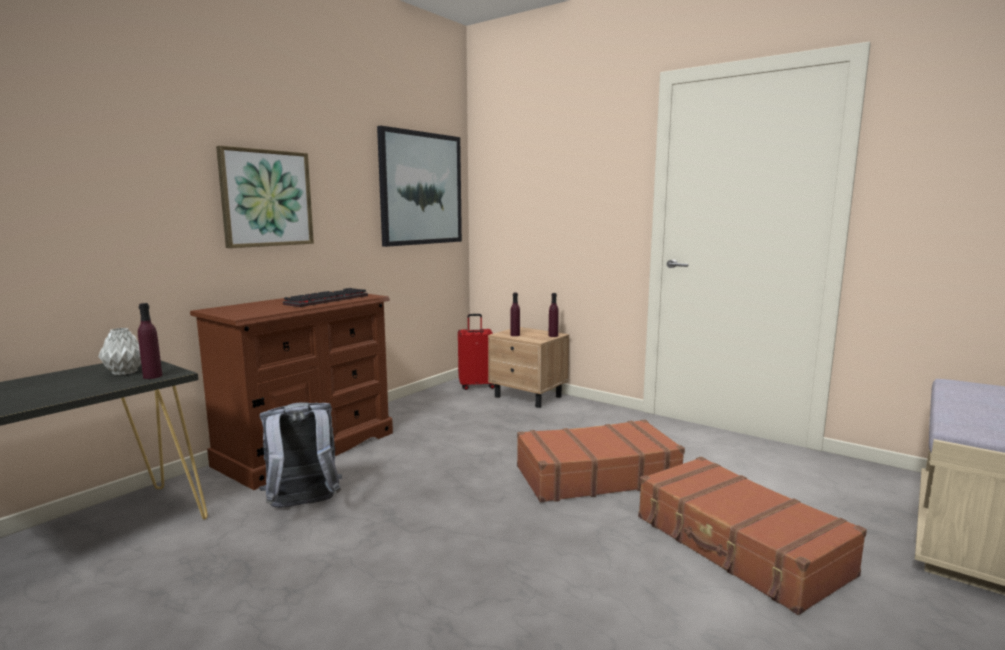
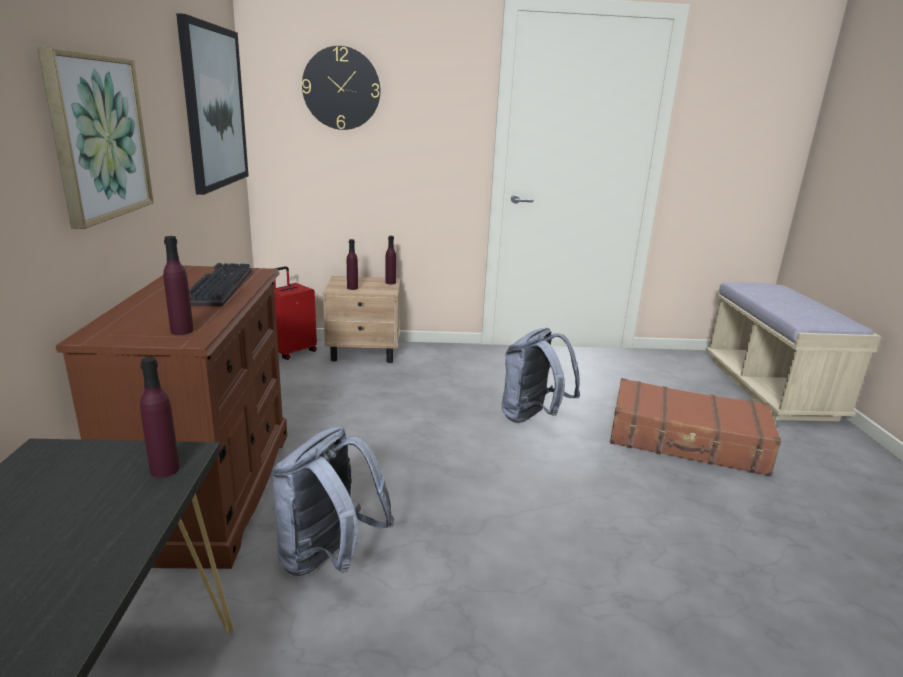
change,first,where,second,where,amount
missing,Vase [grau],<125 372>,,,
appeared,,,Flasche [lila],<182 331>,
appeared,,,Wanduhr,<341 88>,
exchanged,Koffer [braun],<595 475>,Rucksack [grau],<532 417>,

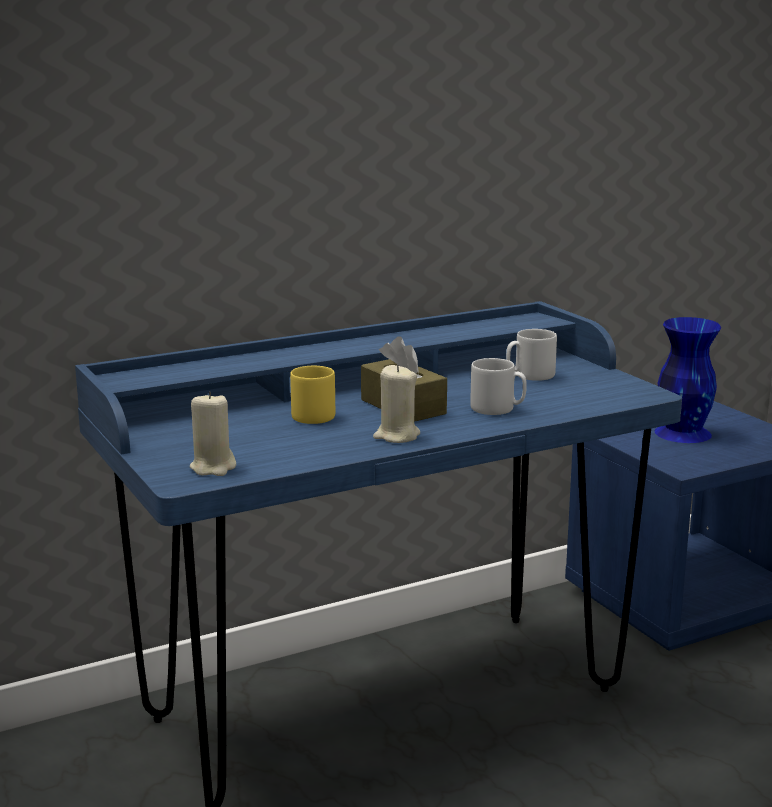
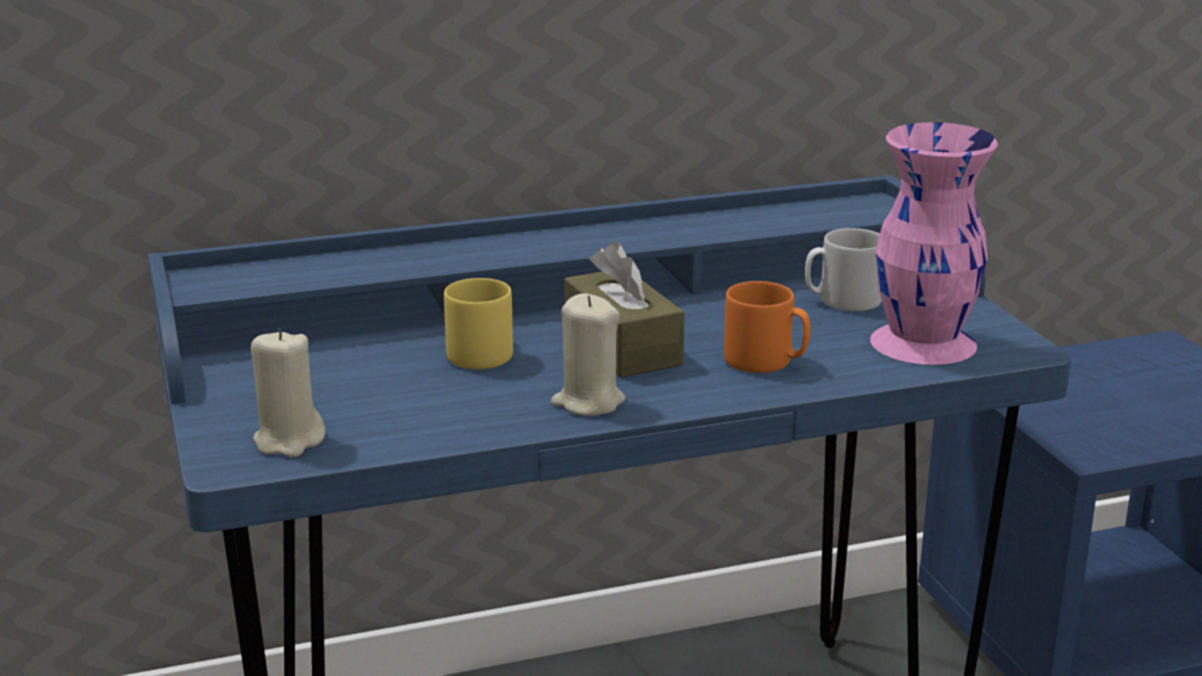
change,first,where,second,where,amount
missing,Vase [blau],<682 432>,,,
appeared,,,Vase [rosa],<924 343>,
colour,Henkelbecher [grau],<497 409>,Henkelbecher [orange],<766 362>,

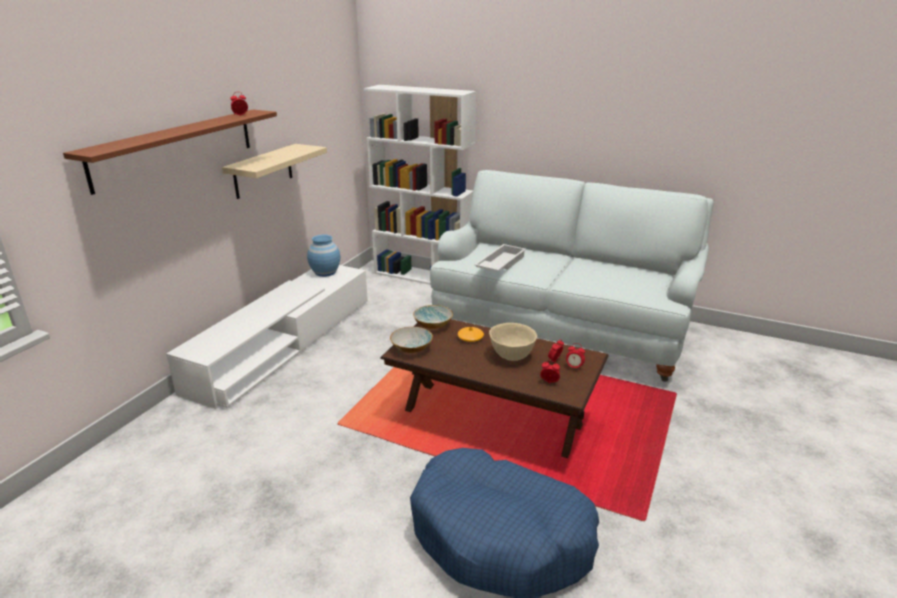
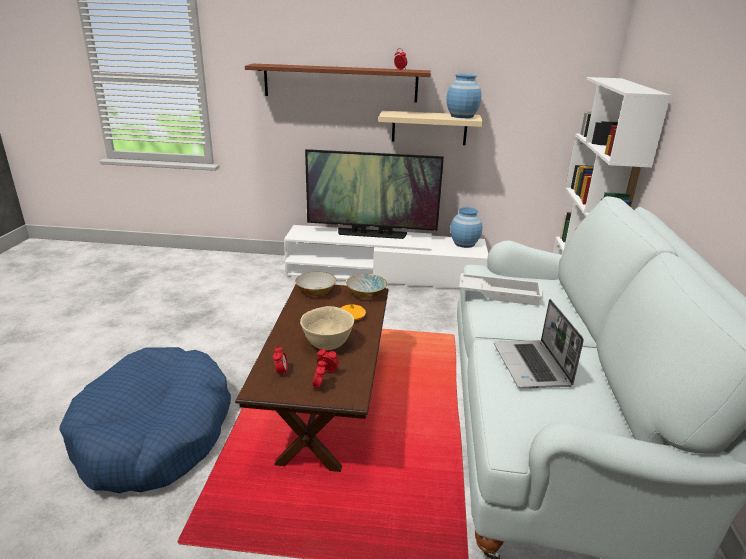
change,first,where,second,where,amount
appeared,,,Fernseher,<371 234>,
appeared,,,Vase [blau],<462 116>,
appeared,,,Laptop,<532 366>,

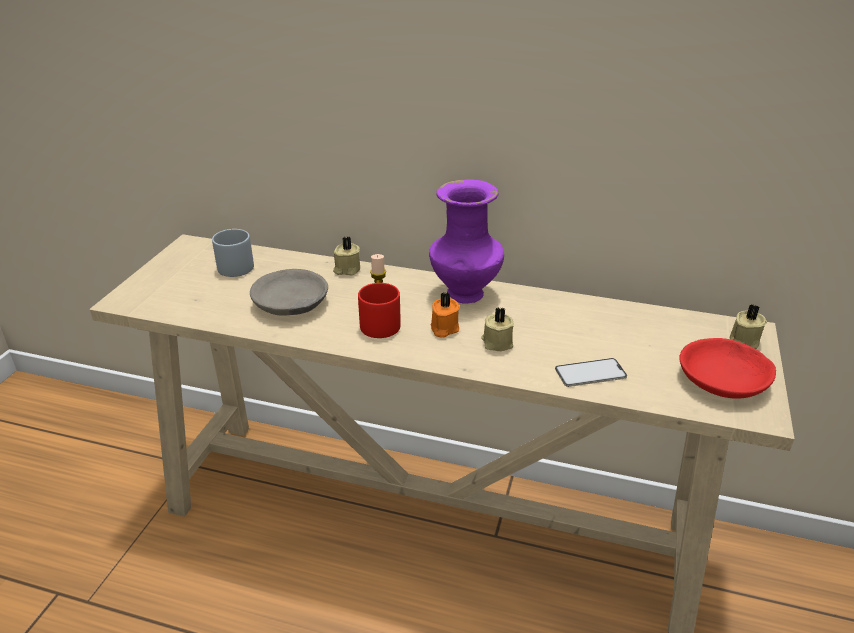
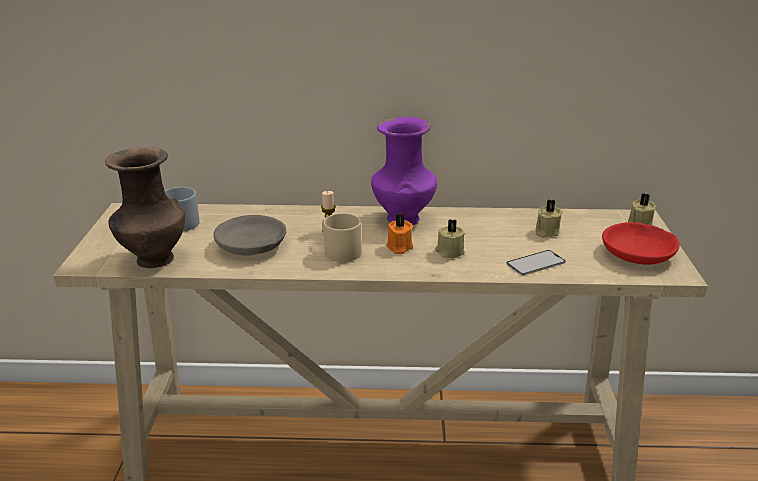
change,first,where,second,where,amount
appeared,,,Vase [braun],<153 260>,
relocated,Kerze [beige],<347 269>,,<546 232>,
colour,Henkelbecher [rot],<376 323>,Henkelbecher [beige],<338 251>,

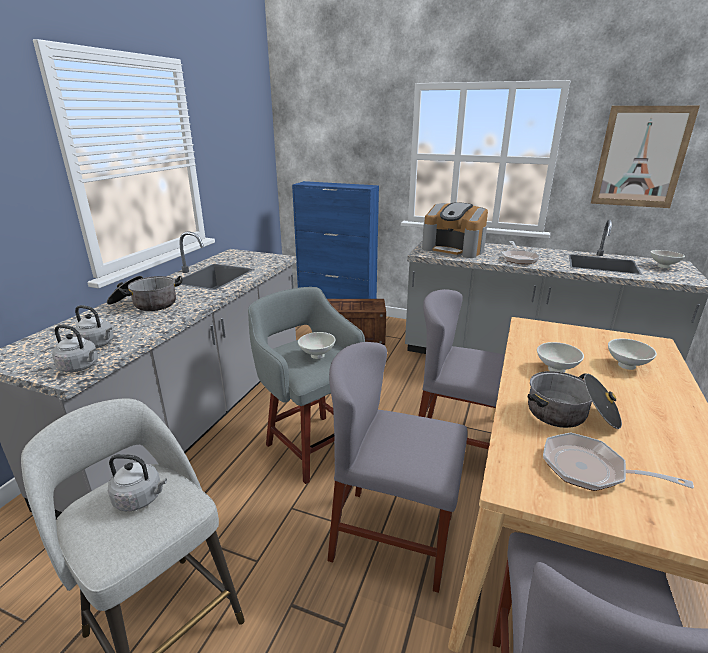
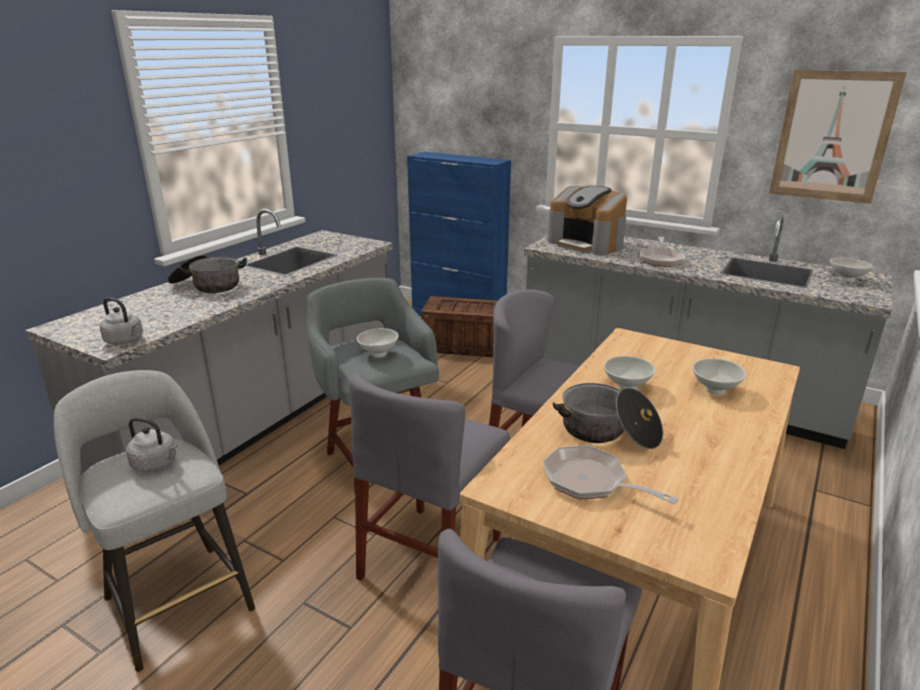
change,first,where,second,where,amount
missing,Wasserkessel [grau],<98 344>,,,
spun,Stuhl [grau],<393 537>,,<431 557>,90 degrees counterclockwise

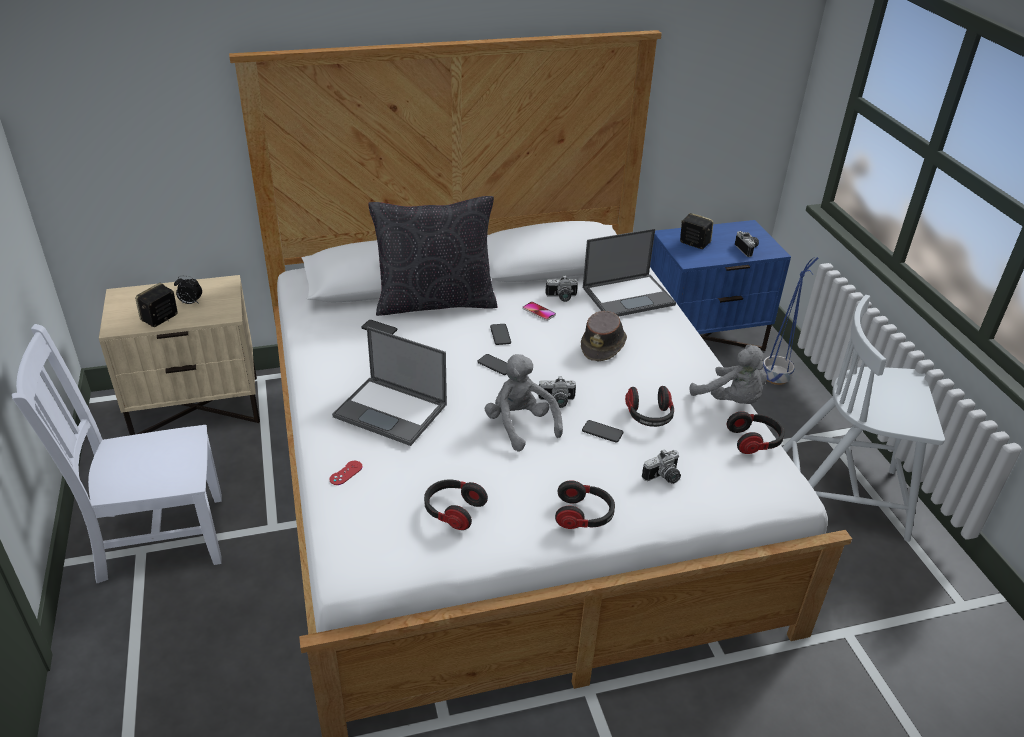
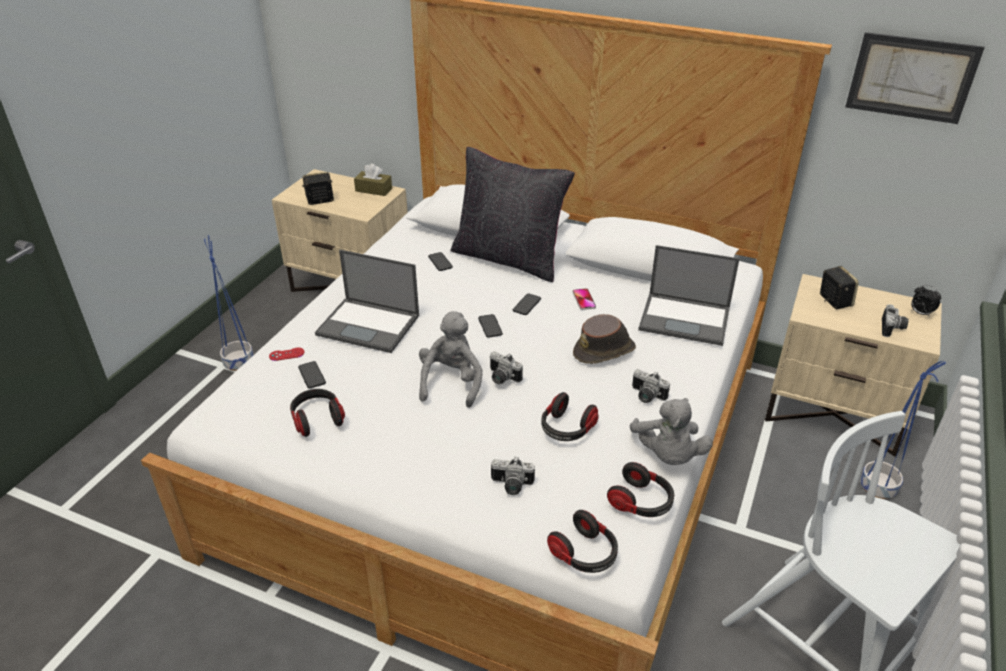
change,first,where,second,where,amount
appeared,,,Taschentuchbox [braun],<373 190>,
appeared,,,Bild,<911 77>,
relocated,Wecker,<190 303>,,<920 313>,
relocated,Kamera,<561 298>,,<646 396>,
relocated,Kopfhörer,<584 516>,,<584 554>,
relocated,Handy,<602 432>,,<312 375>,
exchanged,Stuhl [weiß],<156 537>,Pflanzkübel [blau],<238 362>,
colour,Nachttisch [blau],<702 337>,Nachttisch [beige],<834 413>,
spun,Laptop,<392 411>,,<369 325>,45 degrees counterclockwise

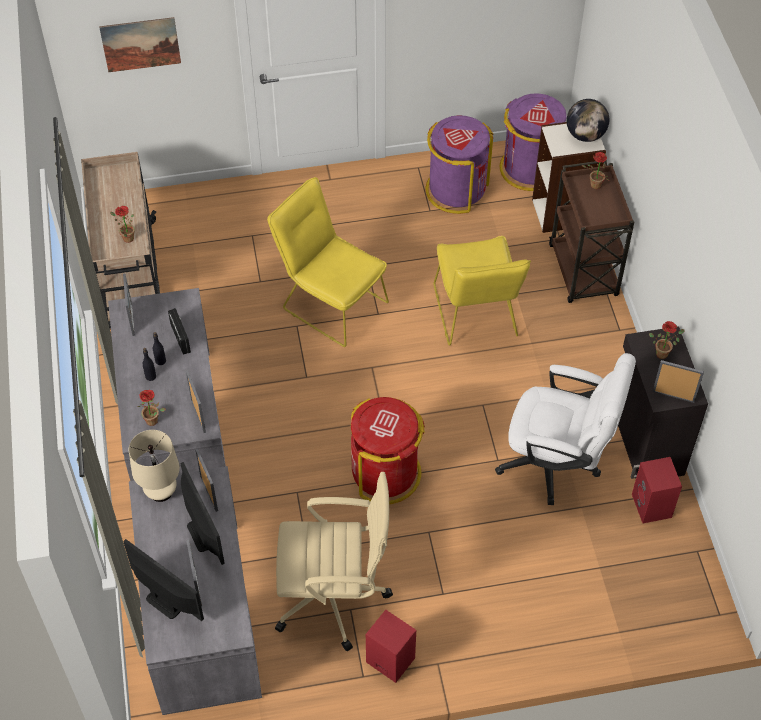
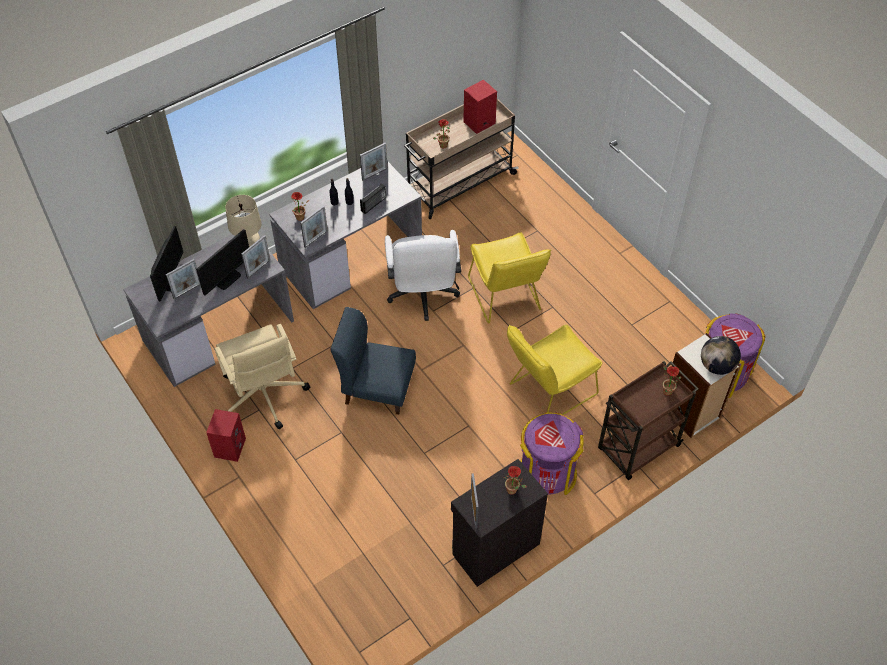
change,first,where,second,where,amount
missing,Bild,<140 44>,,,
relocated,Mülleimer [lila],<456 190>,,<547 473>,
relocated,Bürostuhl [weiß],<557 464>,,<423 296>,
relocated,Lautsprecher [rot],<652 506>,,<479 123>,
exchanged,Mülleimer [rot],<385 473>,Stuhl [blau],<377 388>,
spun,Stuhl [gelb],<330 302>,,<506 298>,150 degrees clockwise

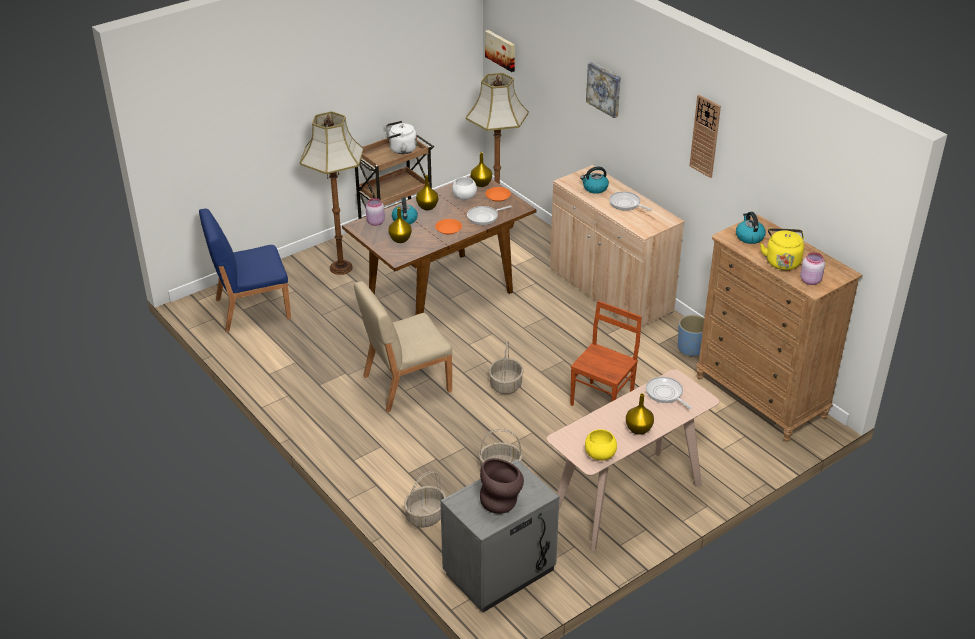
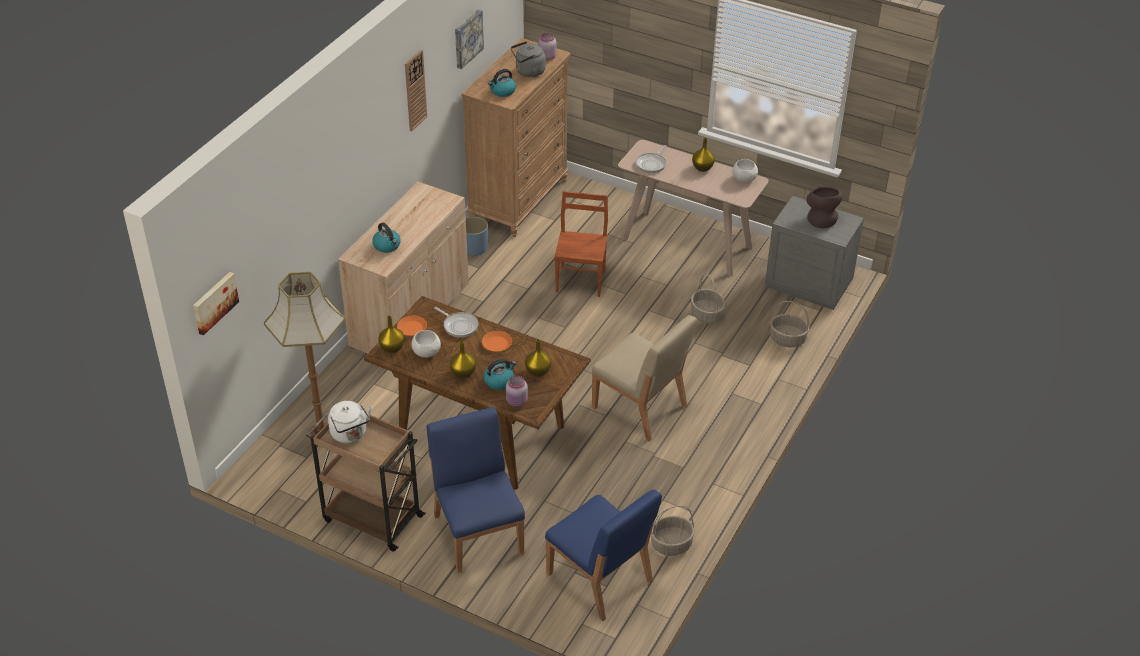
change,first,where,second,where,amount
missing,Pfanne,<626 204>,,,
relocated,Korb,<505 384>,,<671 545>,
relocated,Bild,<605 89>,,<467 38>,
exchanged,Stehlampe,<342 268>,Stuhl [blau],<478 533>,
colour,Schüssel [gelb],<600 454>,Schüssel [weiß],<743 179>,
colour,Wasserkessel [gelb],<782 261>,Wasserkessel [grau],<528 72>,
spun,Stuhl [braun],<603 401>,,<581 281>,90 degrees clockwise

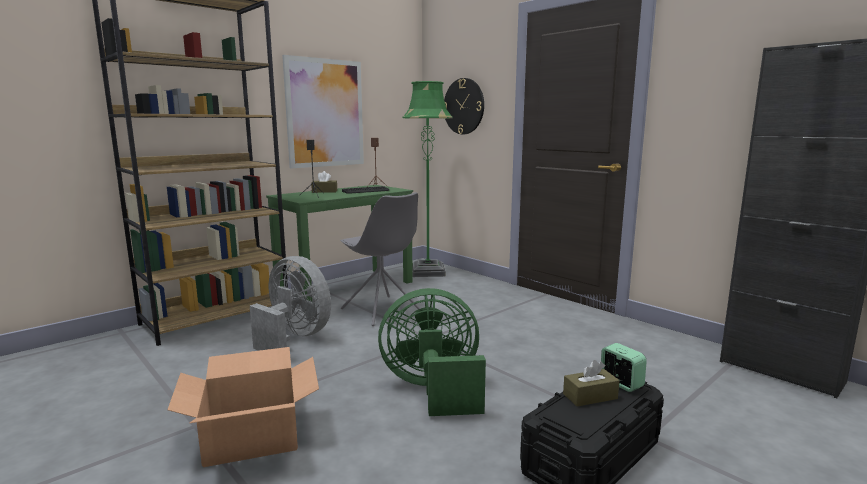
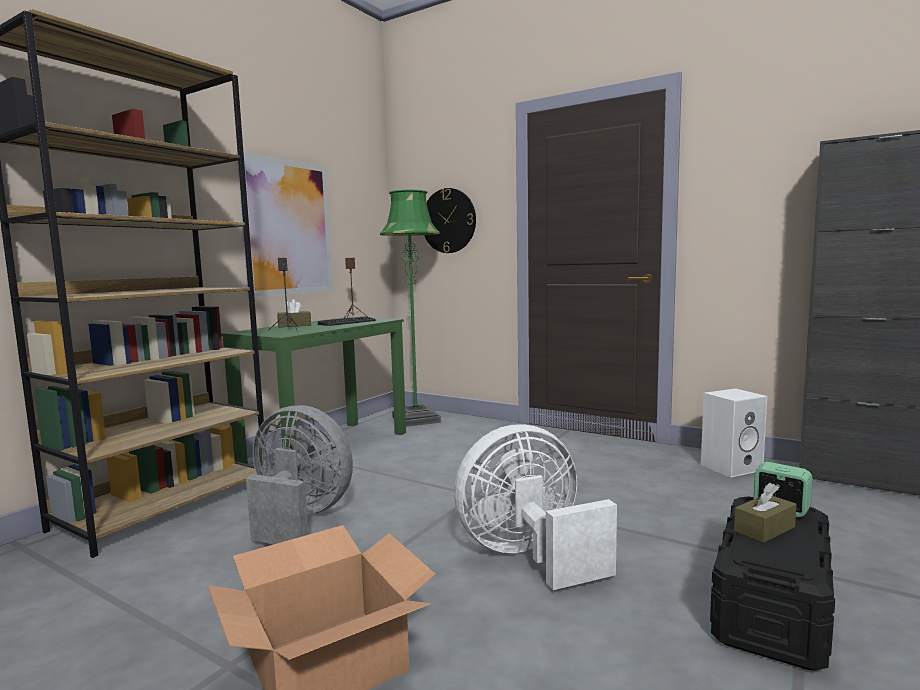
change,first,where,second,where,amount
missing,Stuhl [grau],<382 311>,,,
appeared,,,Lautsprecher [weiß],<731 467>,
colour,Ventilator [grün],<433 390>,Ventilator [weiß],<529 556>,

